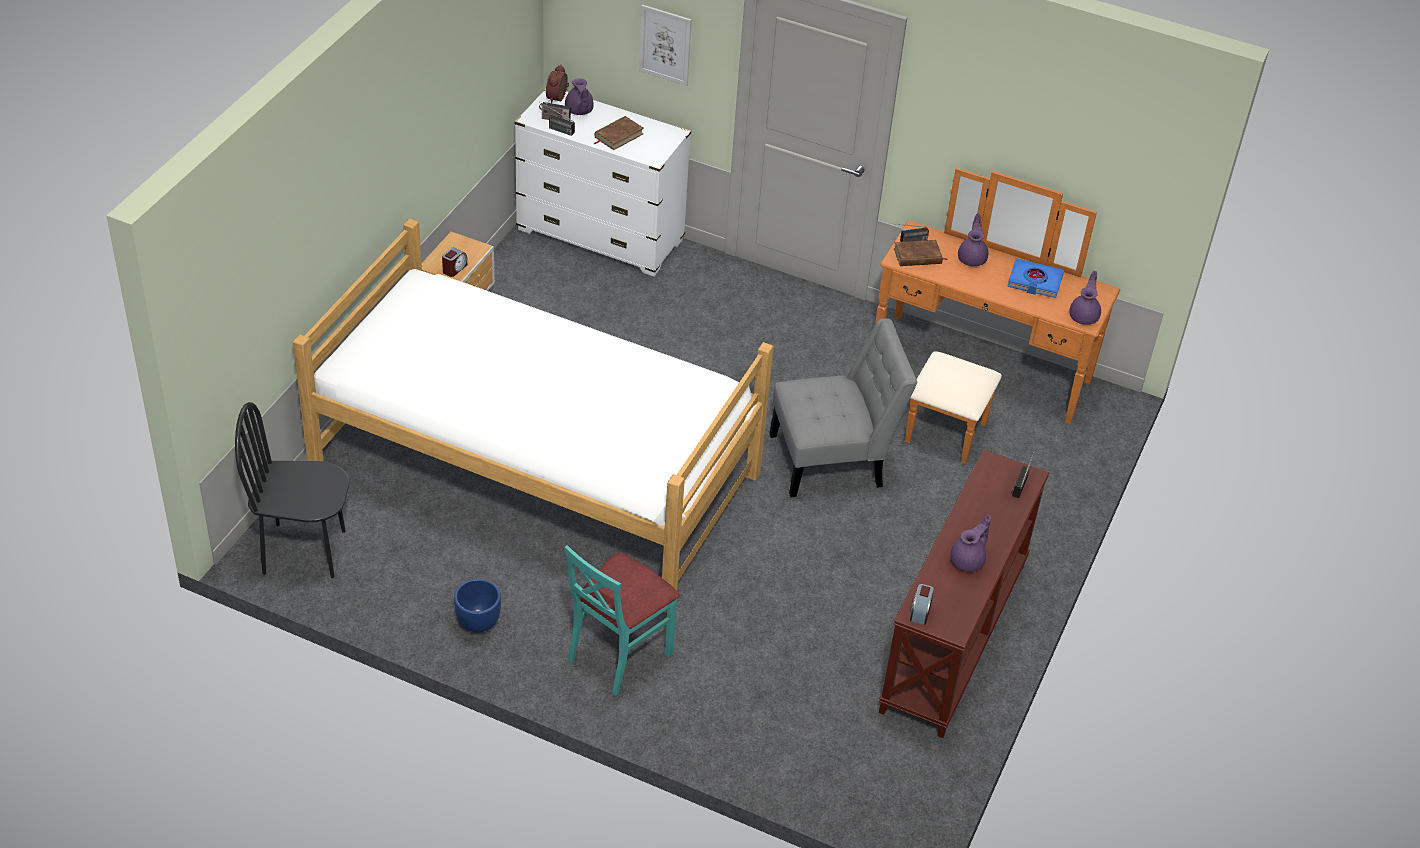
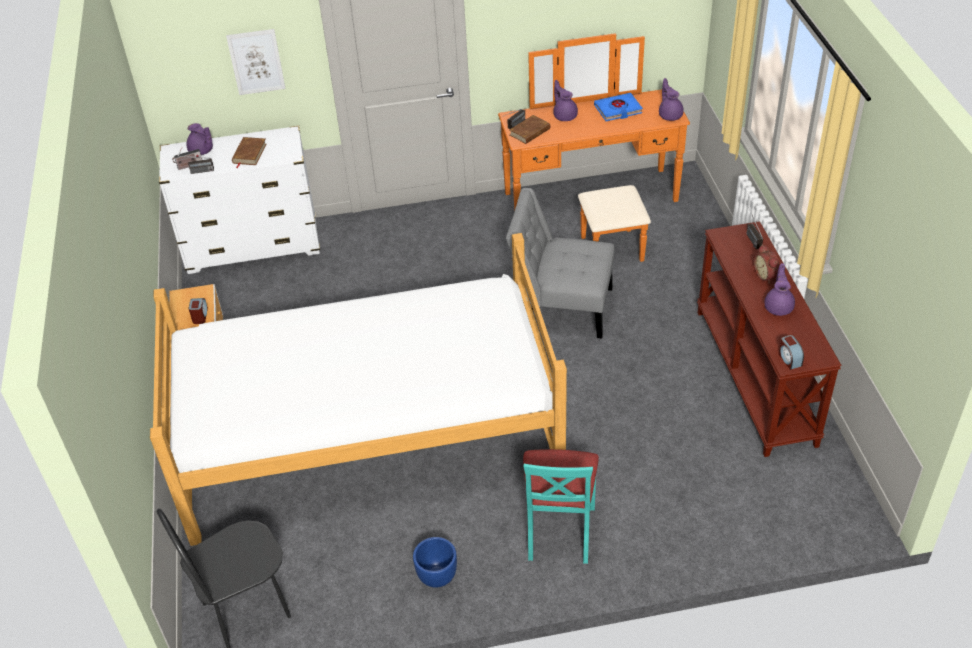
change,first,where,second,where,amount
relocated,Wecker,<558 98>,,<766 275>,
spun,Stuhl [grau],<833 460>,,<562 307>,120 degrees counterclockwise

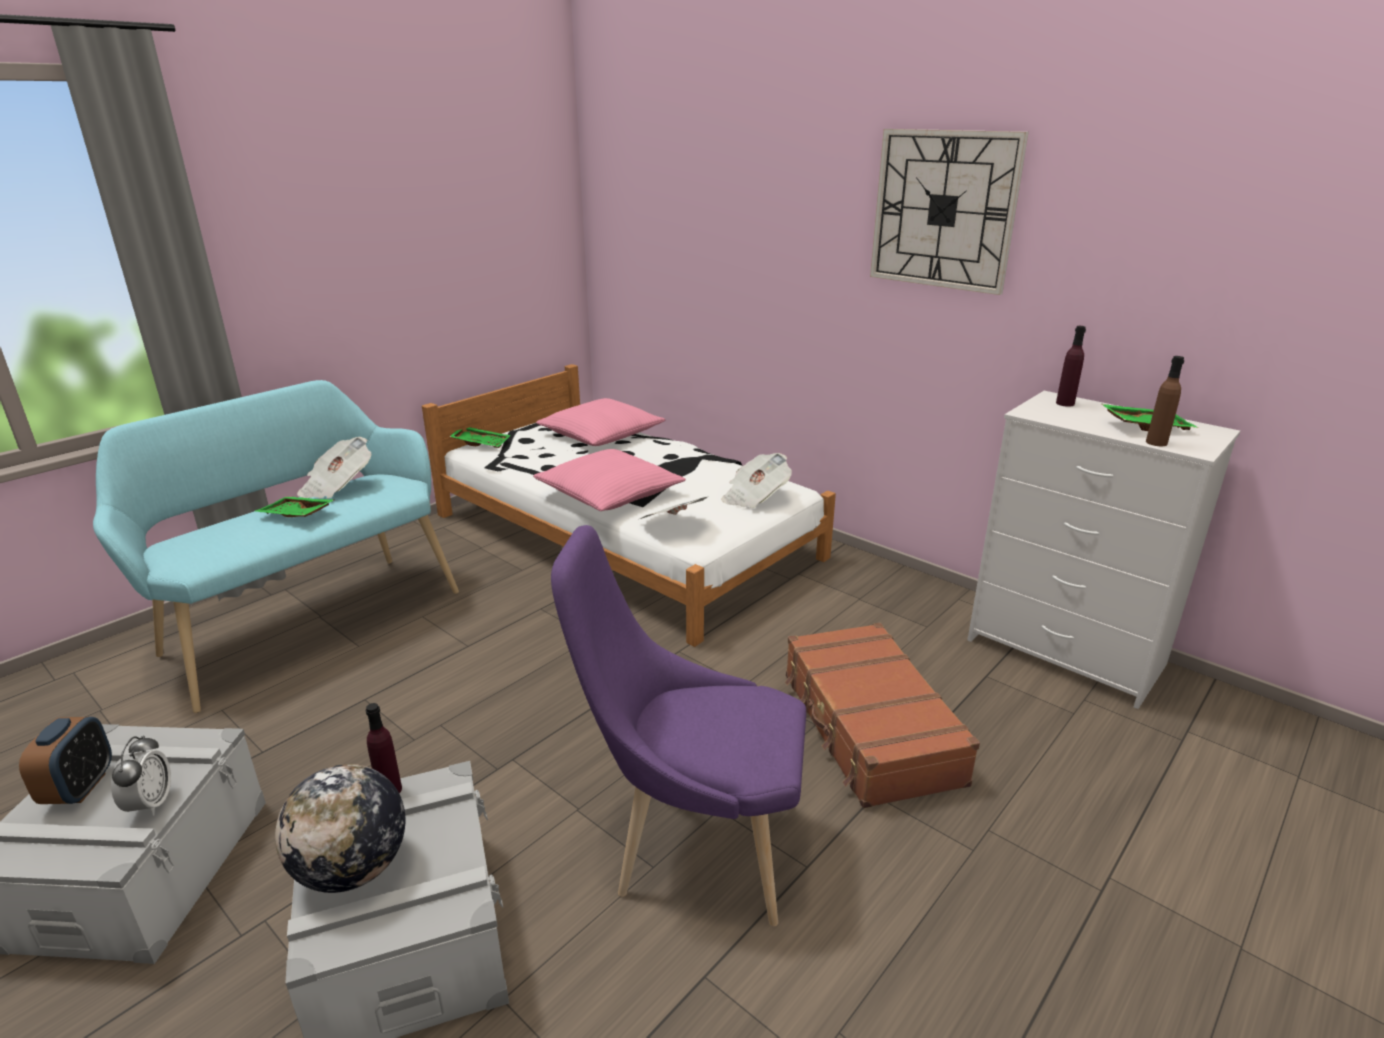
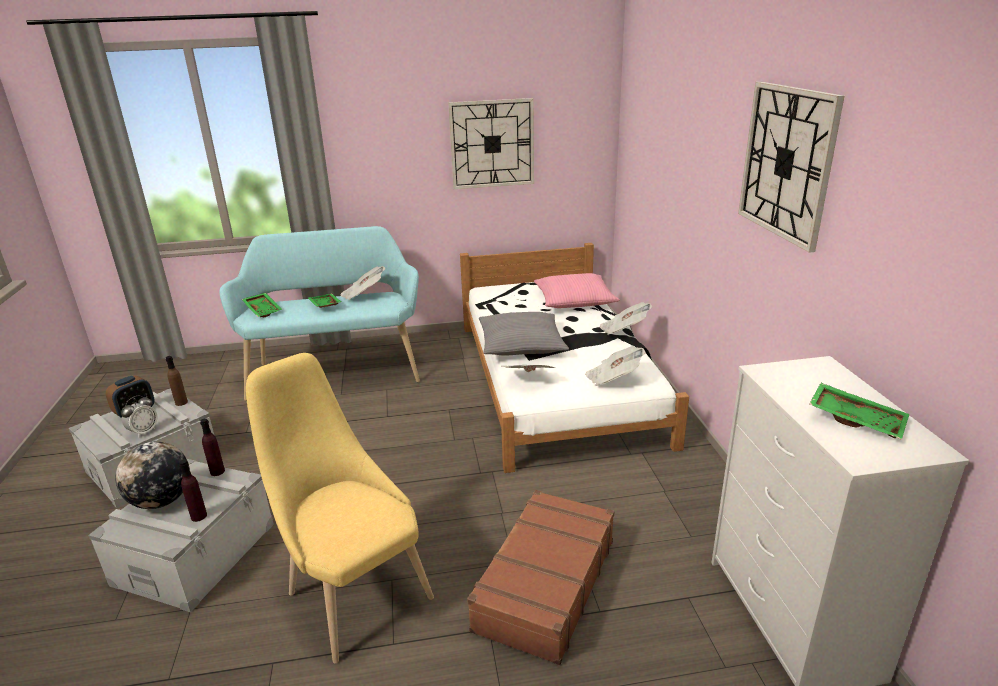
change,first,where,second,where,amount
appeared,,,Wanduhr,<492 144>,
appeared,,,Zeitung,<623 330>,
relocated,Tablett [grün],<481 443>,,<263 310>,
relocated,Flasche [lila],<1065 403>,,<199 516>,
relocated,Flasche [braun],<1156 442>,,<181 402>,
colour,Kissen [rosa],<609 493>,Kissen [grau],<521 344>,
colour,Stuhl [lila],<693 846>,Stuhl [gelb],<353 591>,

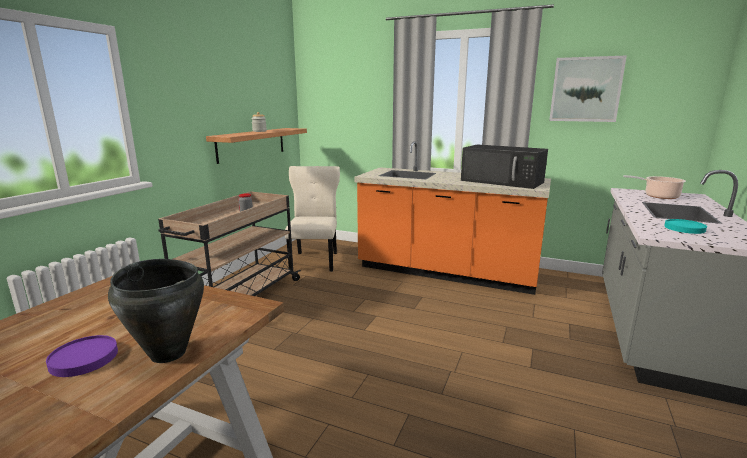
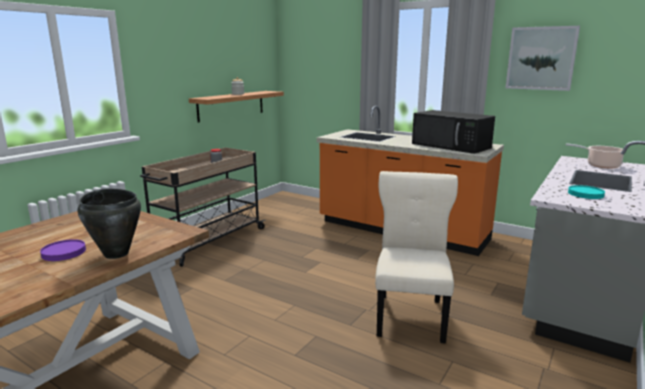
change,first,where,second,where,amount
relocated,Stuhl [beige],<315 261>,,<410 315>,

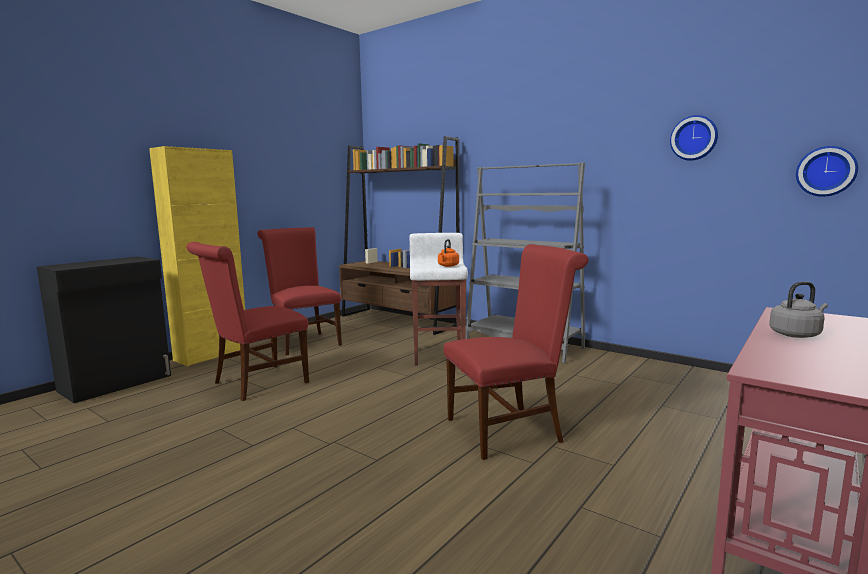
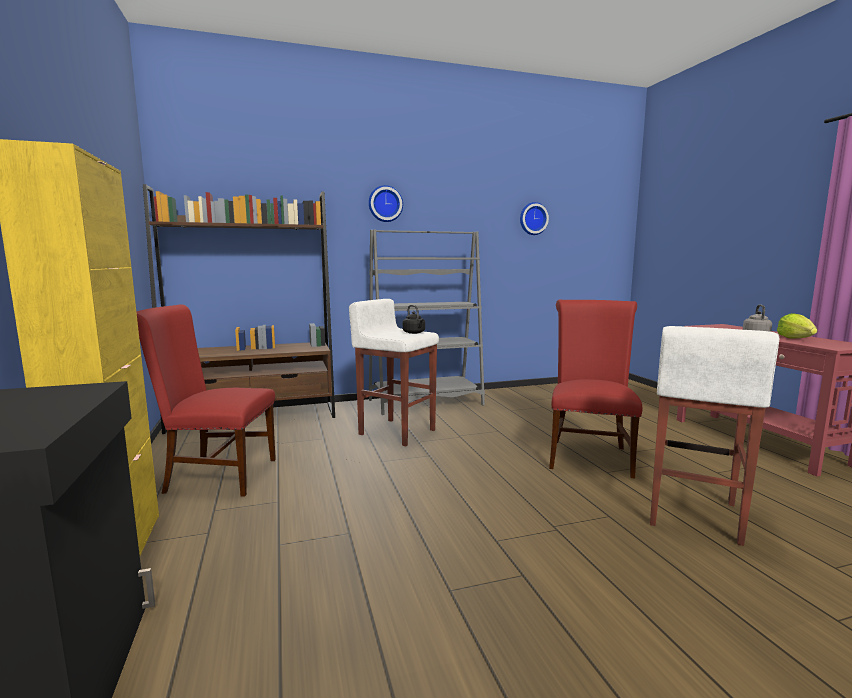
change,first,where,second,where,amount
missing,Stuhl [rot],<255 384>,,,
appeared,,,Hocker [weiß],<691 514>,
appeared,,,Salatkopf,<795 338>,
relocated,Wanduhr,<826 171>,,<385 204>,
colour,Wasserkessel [orange],<448 266>,Wasserkessel [schwarz],<414 333>,

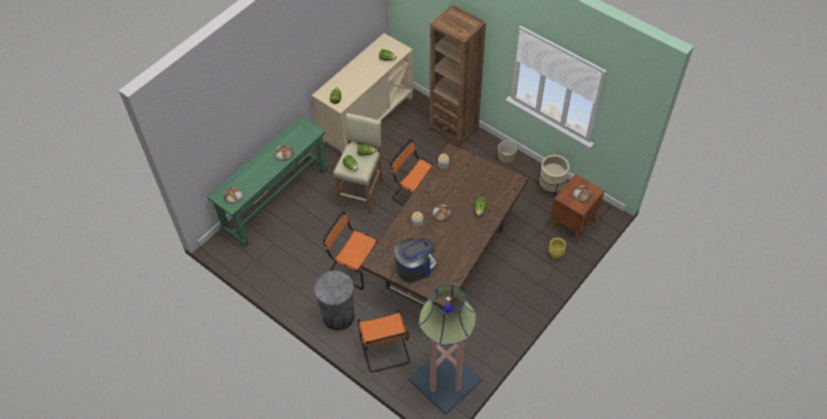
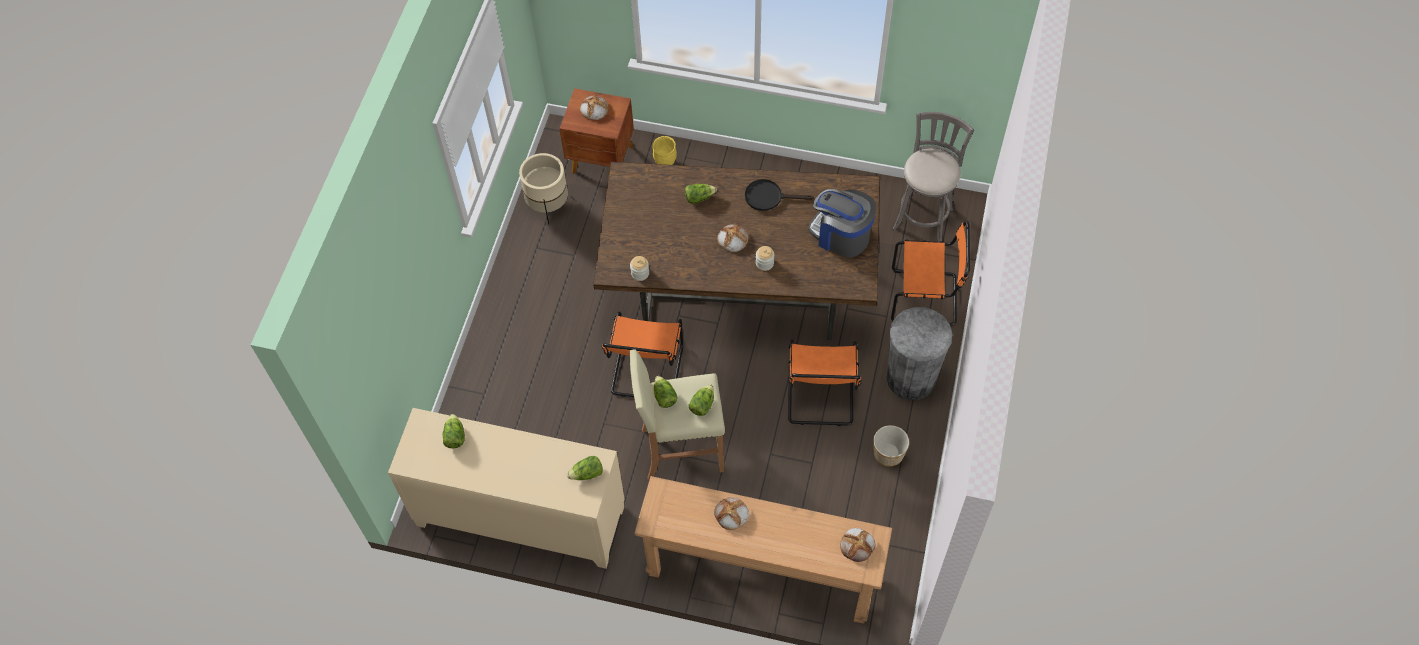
change,first,where,second,where,amount
missing,Bücherregal [braun],<454 129>,,,
appeared,,,Pfanne [schwarz],<769 197>,
relocated,Pflanzkübel,<506 157>,,<889 454>,
exchanged,Stehlampe,<445 380>,Hocker [grau],<923 216>,
colour,Konsolentisch [grün],<276 200>,Konsolentisch [braun],<761 572>,
spun,Stuhl [orange],<385 351>,,<926 298>,45 degrees clockwise

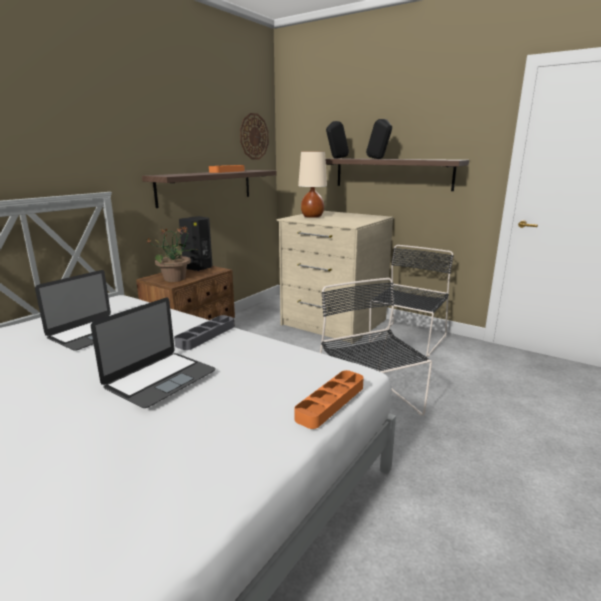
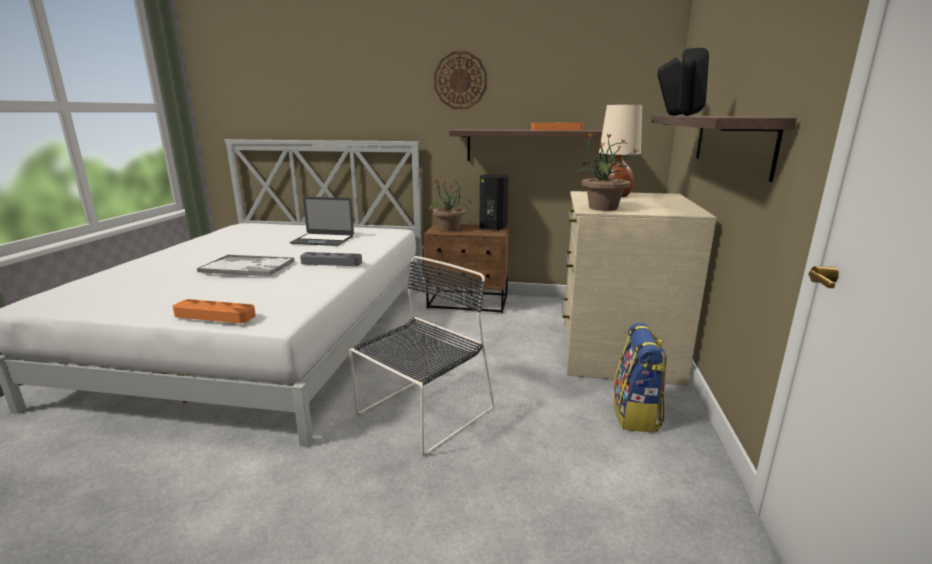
change,first,where,second,where,amount
appeared,,,Topfpflanze,<602 208>,
relocated,Wanduhr,<254 136>,,<460 80>,
exchanged,Laptop,<160 378>,Tablett,<248 266>,
exchanged,Stuhl [schwarz],<407 340>,Rucksack,<636 414>,

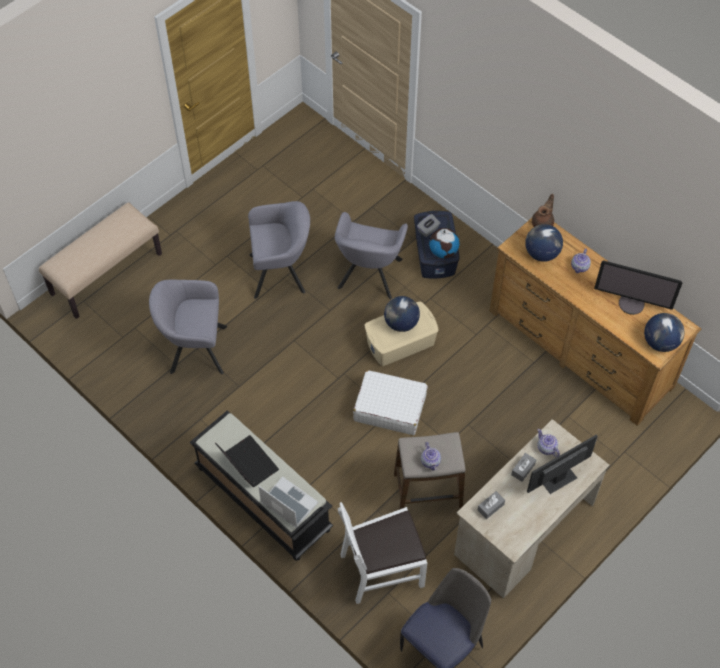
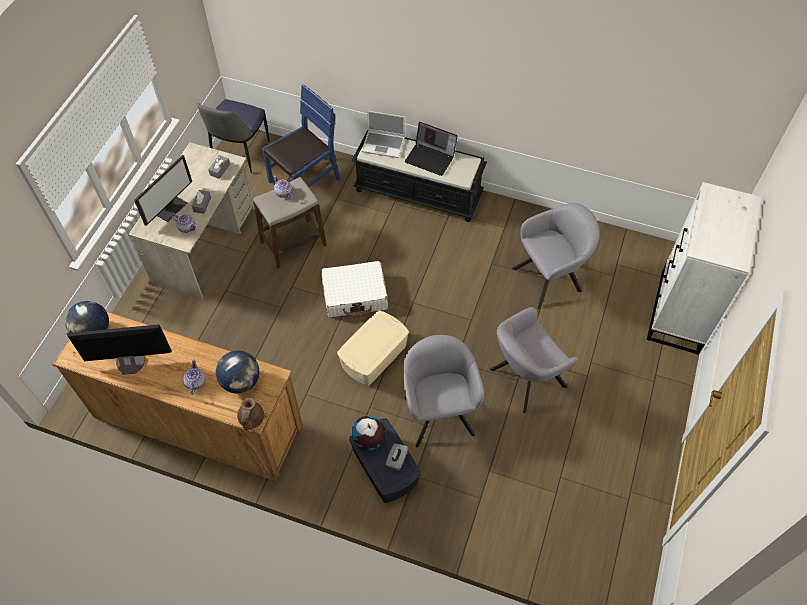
change,first,where,second,where,amount
missing,Globus,<401 323>,,,
exchanged,Bank [beige],<106 273>,Kommode [weiß],<679 312>,
colour,Stuhl [weiß],<382 569>,Stuhl [blau],<305 181>,

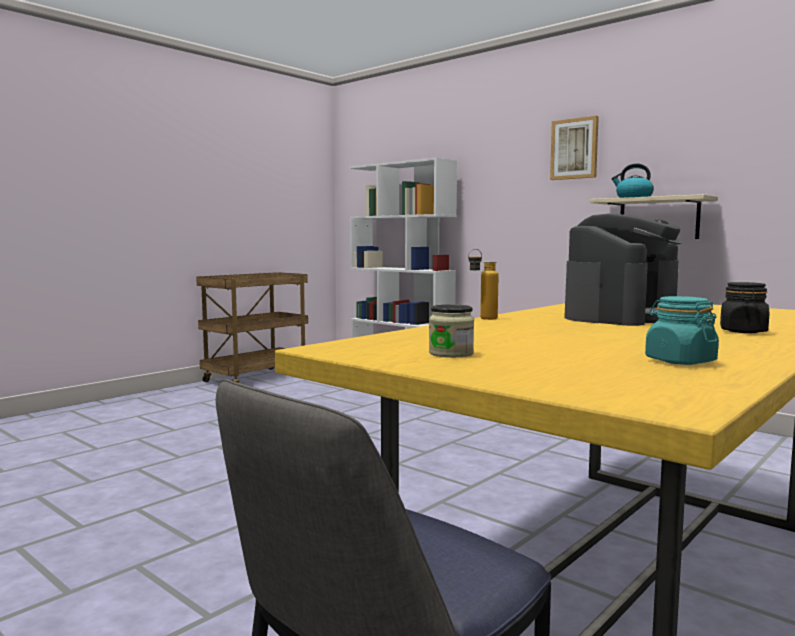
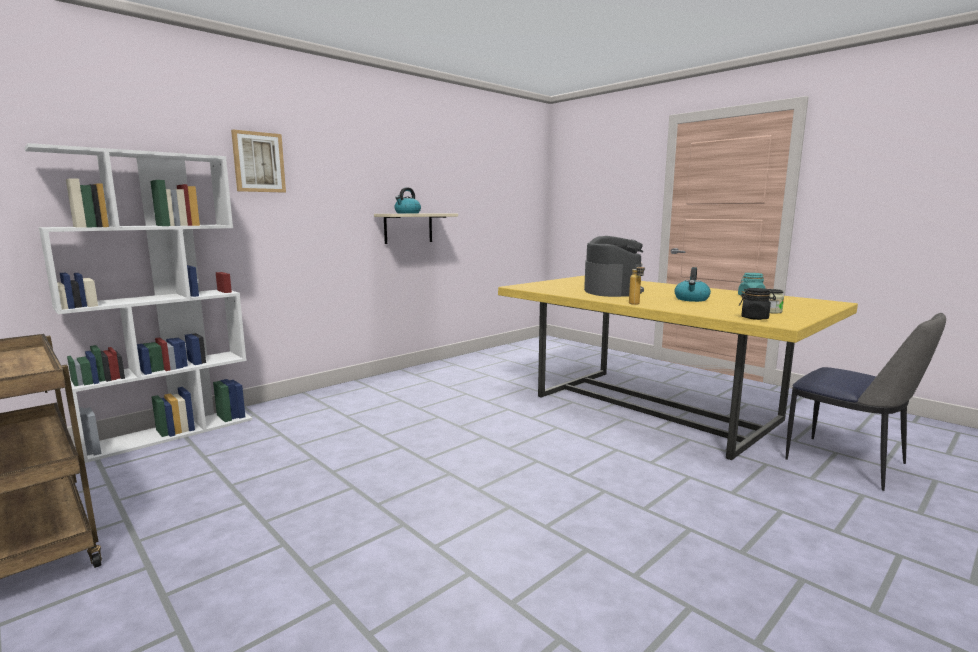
change,first,where,second,where,amount
appeared,,,Wasserkessel,<691 299>,
relocated,Bild,<574 149>,,<258 162>,
relocated,Vorratsglas [schwarz],<743 331>,,<755 318>,
spun,Kaffeemaschine,<622 316>,,<612 291>,45 degrees clockwise

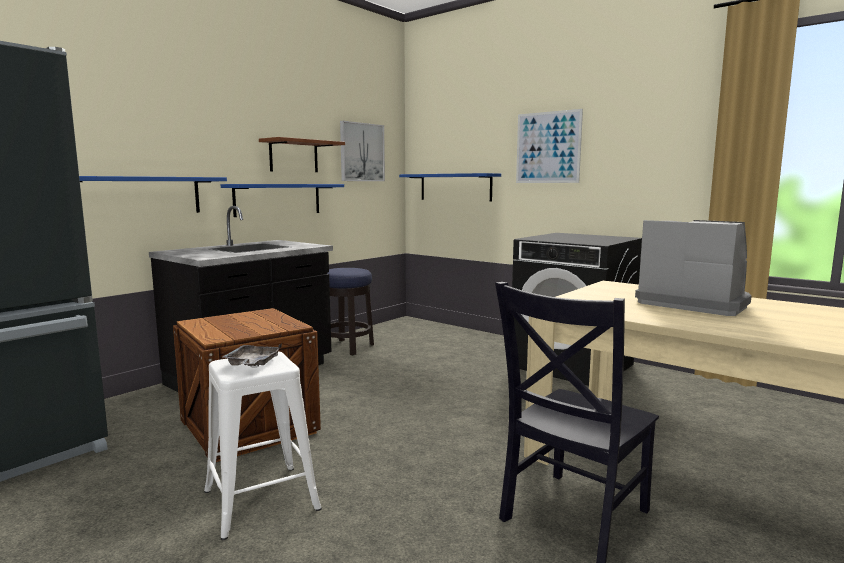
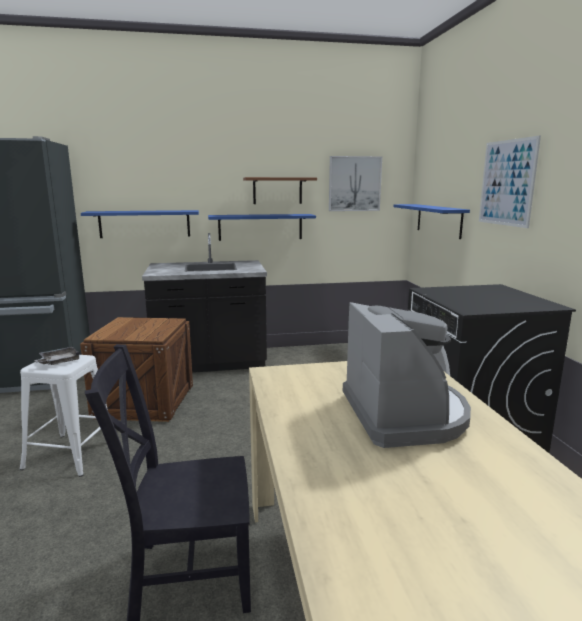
change,first,where,second,where,amount
missing,Hocker,<347 347>,,,

